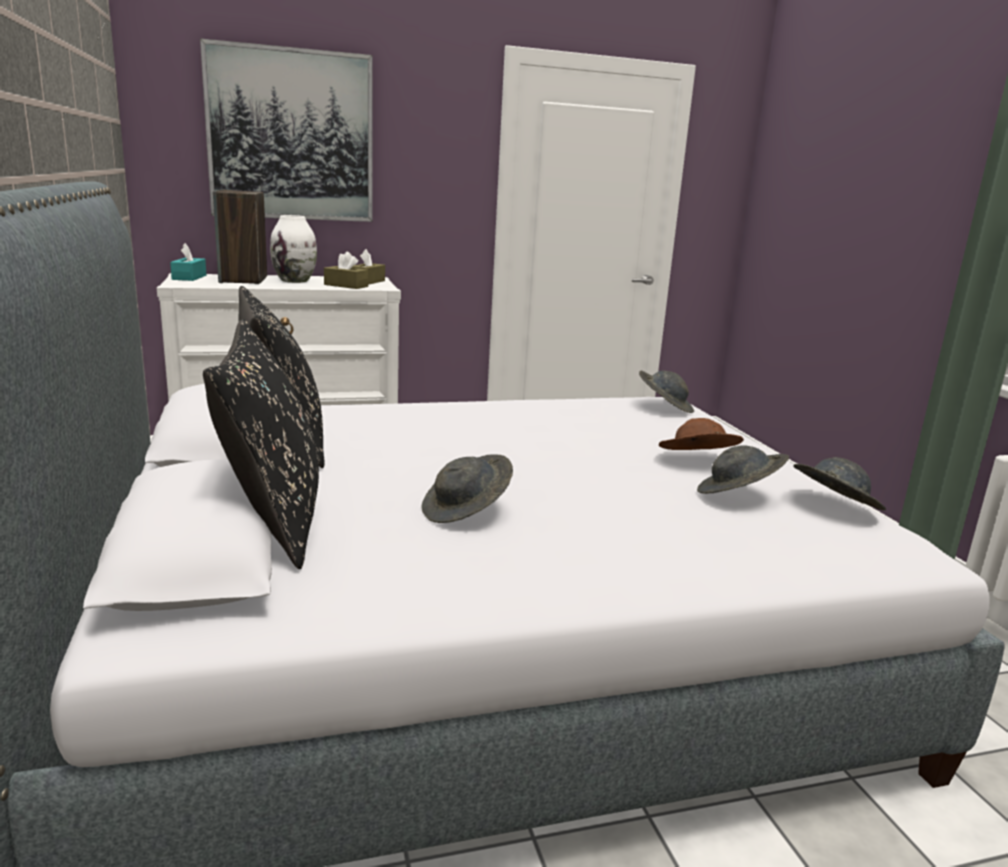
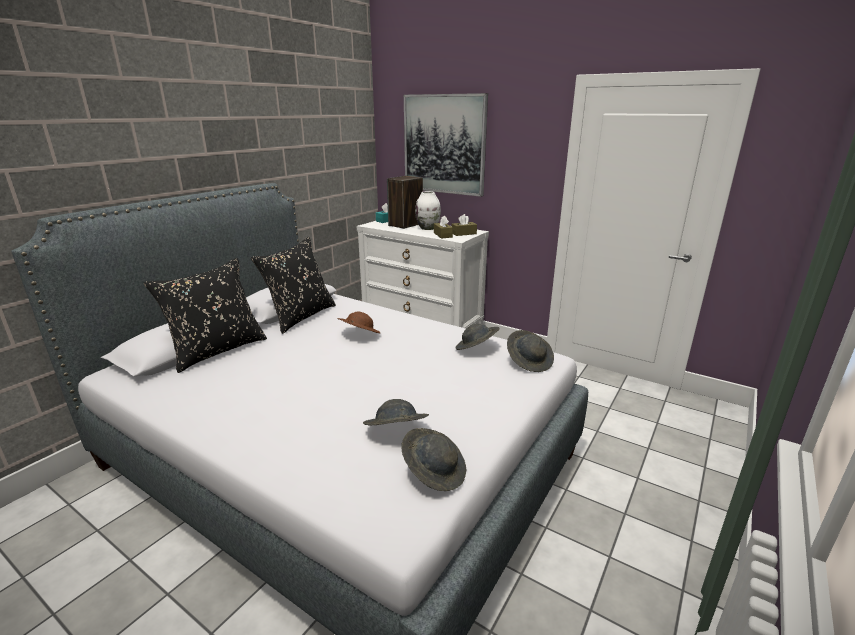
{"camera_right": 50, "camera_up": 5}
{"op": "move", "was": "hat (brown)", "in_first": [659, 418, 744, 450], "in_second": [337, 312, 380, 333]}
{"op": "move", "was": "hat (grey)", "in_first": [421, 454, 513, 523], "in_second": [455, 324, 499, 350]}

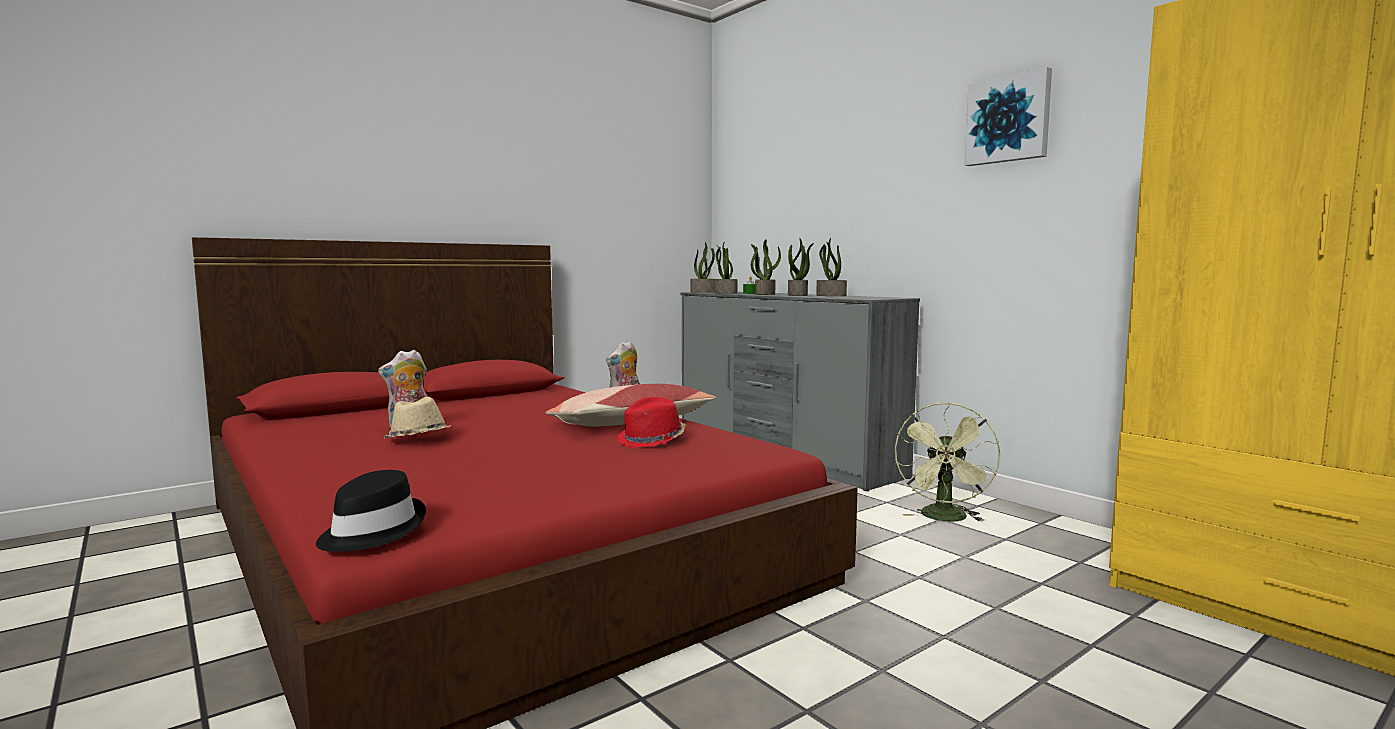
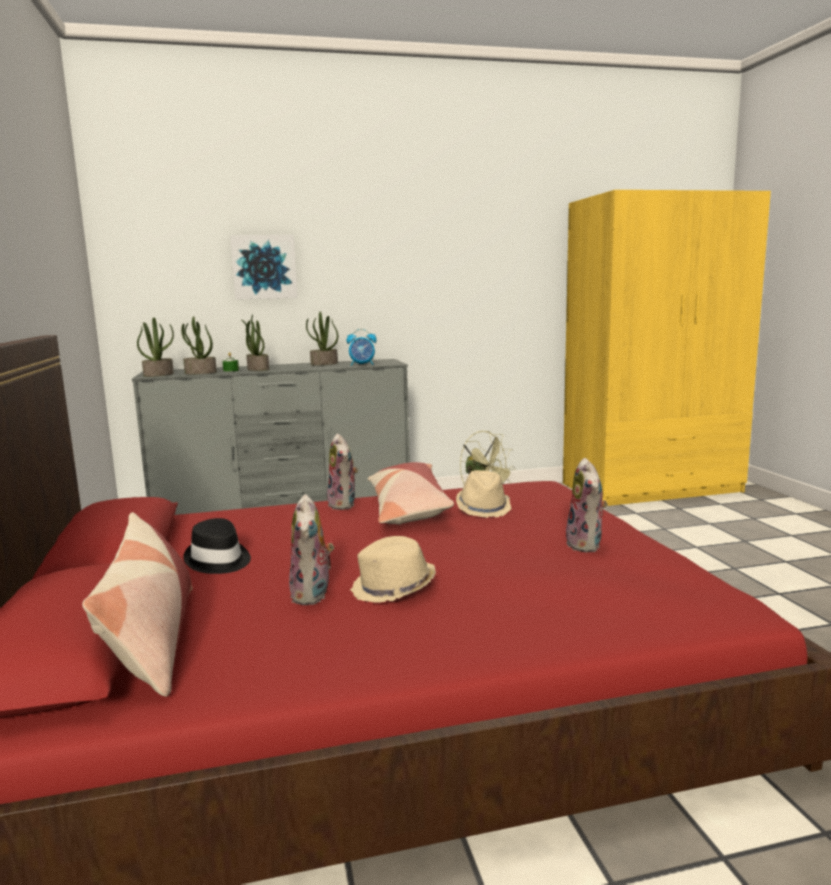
{"camera_right": -65, "camera_up": 5}
{"op": "insert", "now": "pillow", "in_second": [82, 512, 193, 697]}
{"op": "move", "was": "hat (black)", "in_first": [316, 470, 426, 552], "in_second": [183, 518, 251, 574]}
{"op": "move", "was": "picture", "in_first": [964, 67, 1052, 166], "in_second": [230, 235, 298, 299]}
{"op": "insert", "now": "alarm clock", "in_second": [347, 329, 377, 366]}
{"op": "recolor", "was": "hat (red)", "now": "hat (beige)", "in_first": [617, 397, 686, 448], "in_second": [456, 470, 512, 518]}
{"op": "insert", "now": "plush toy", "in_second": [566, 458, 608, 552]}
{"op": "delete", "was": "potted plant", "in_first": [788, 238, 814, 296]}

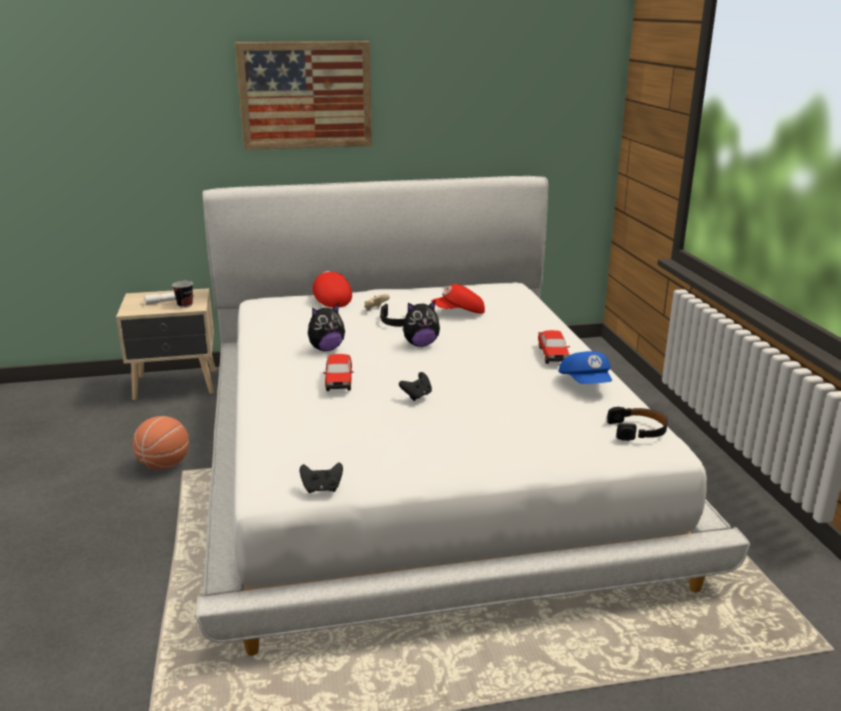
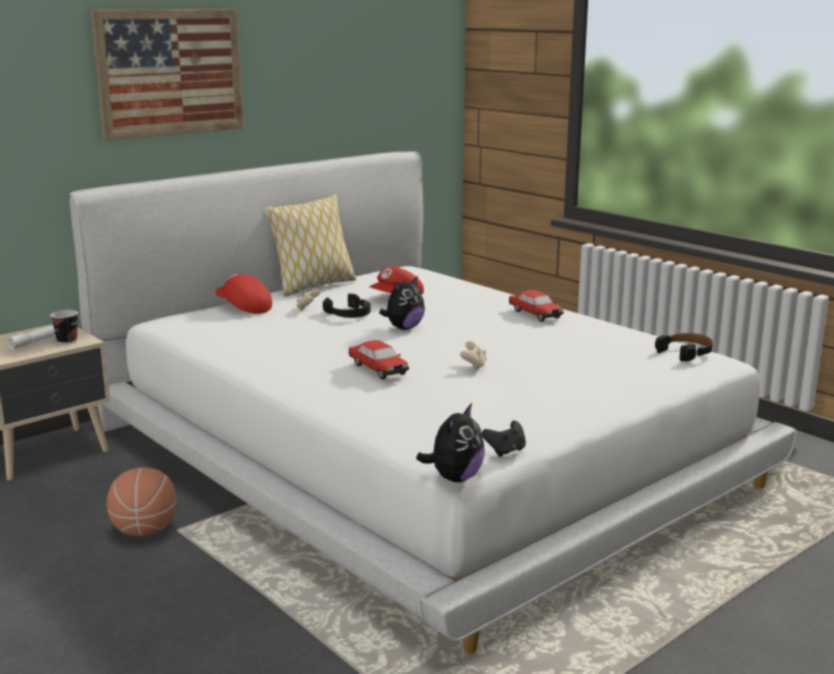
{"camera_right": -30, "camera_up": -5}
{"op": "insert", "now": "pillow", "in_second": [265, 194, 357, 296]}
{"op": "move", "was": "plush toy", "in_first": [308, 303, 345, 351], "in_second": [416, 403, 485, 482]}
{"op": "recolor", "was": "game controller (black)", "now": "game controller (beige)", "in_first": [399, 372, 432, 401], "in_second": [460, 341, 487, 370]}
{"op": "delete", "was": "cap (blue)", "in_first": [559, 351, 612, 384]}

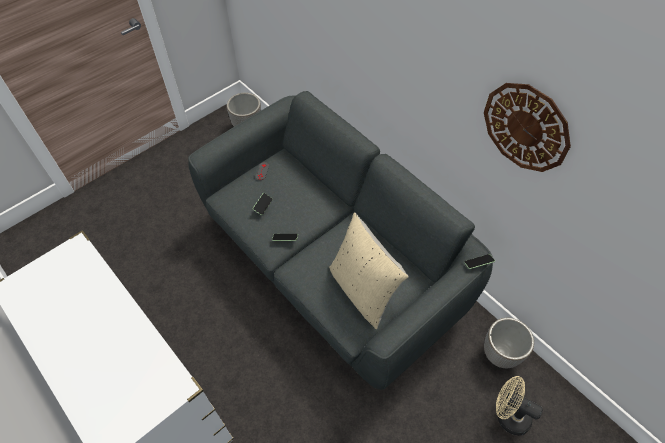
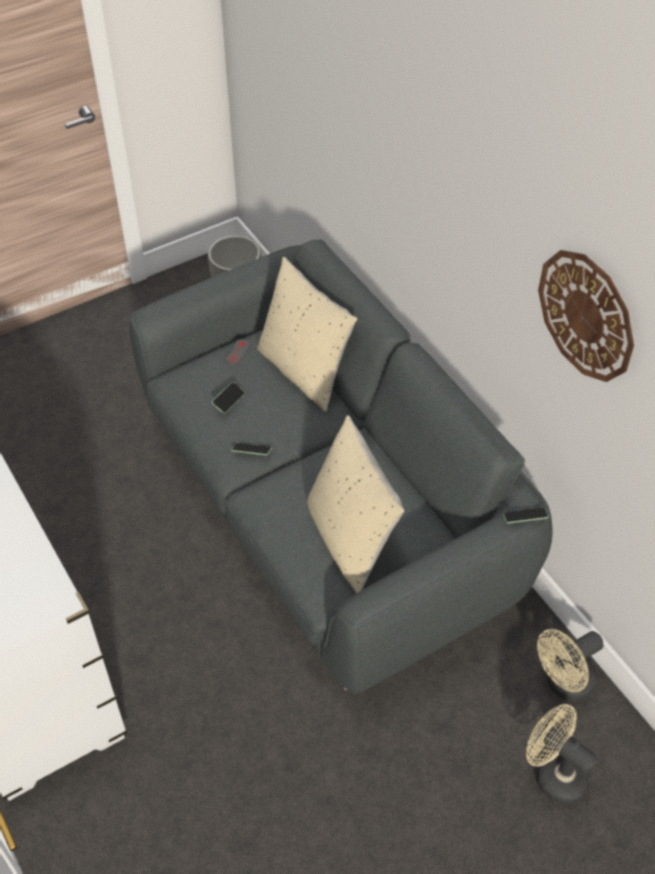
{"camera_right": 10, "camera_up": -5}
{"op": "insert", "now": "pillow (beige)", "in_second": [257, 257, 357, 412]}
{"op": "replace", "was": "planter", "now": "fan (beige)", "in_first": [484, 318, 534, 368], "in_second": [537, 629, 603, 702]}

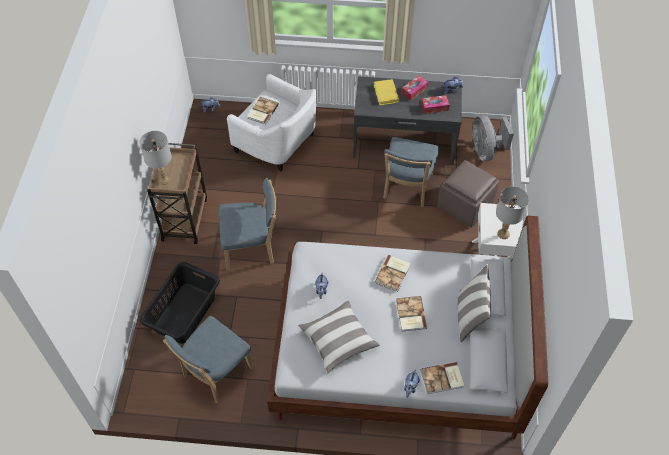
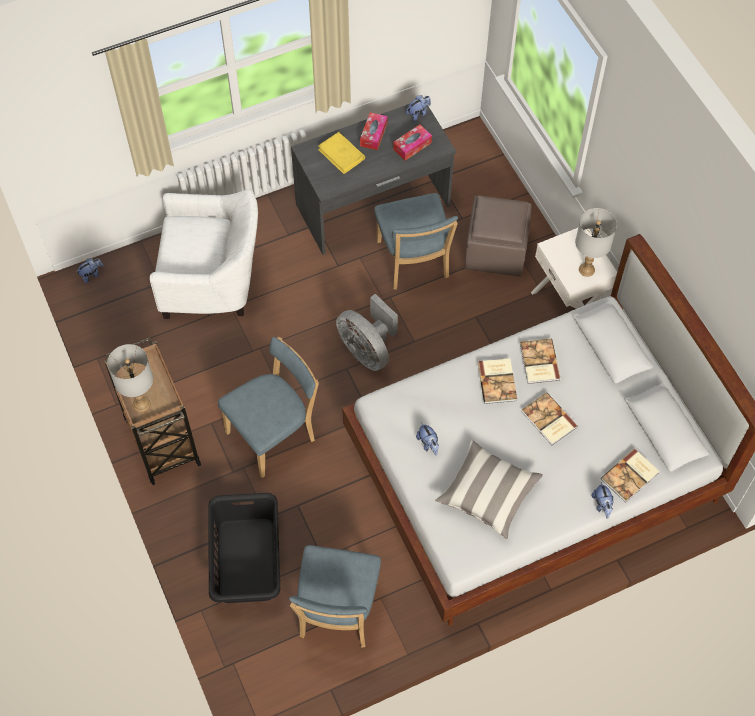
{"camera_right": -30, "camera_up": 5}
{"op": "move", "was": "fan (grey)", "in_first": [472, 115, 514, 161], "in_second": [336, 294, 398, 371]}
{"op": "move", "was": "book", "in_first": [247, 97, 279, 124], "in_second": [520, 339, 561, 384]}
{"op": "delete", "was": "pillow", "in_first": [458, 264, 491, 342]}

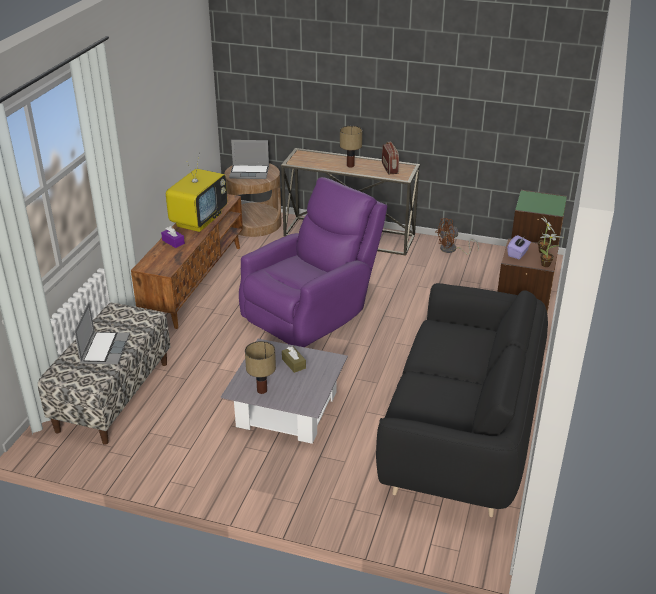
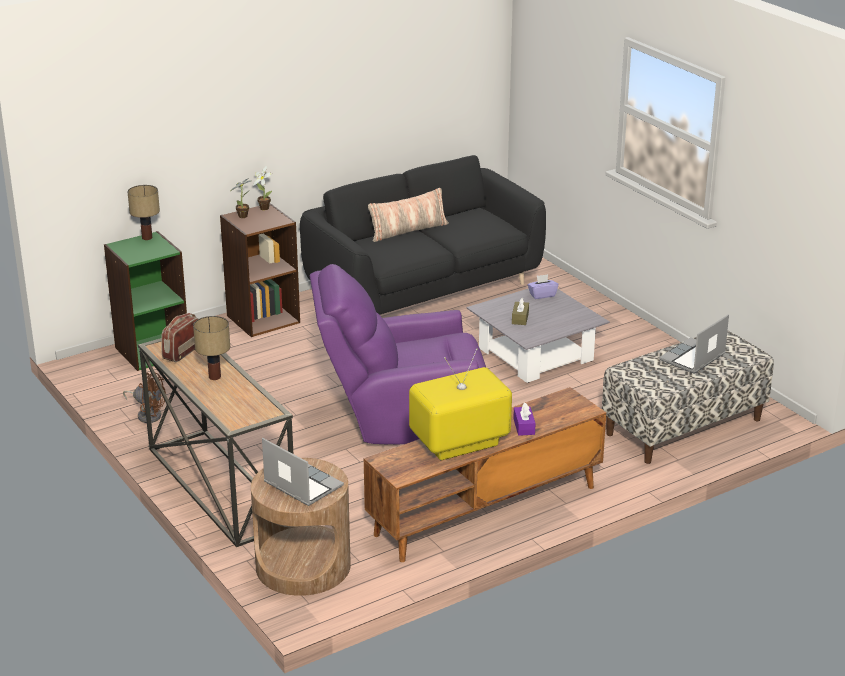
{"camera_right": -140, "camera_up": -5}
{"op": "move", "was": "table lamp", "in_first": [245, 341, 276, 394], "in_second": [128, 185, 160, 240]}
{"op": "insert", "now": "pillow", "in_second": [368, 188, 449, 242]}
{"op": "move", "was": "tissue box (purple)", "in_first": [507, 235, 531, 259], "in_second": [528, 274, 558, 299]}

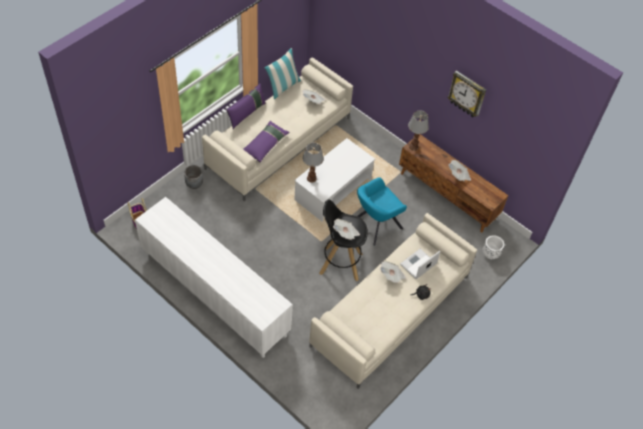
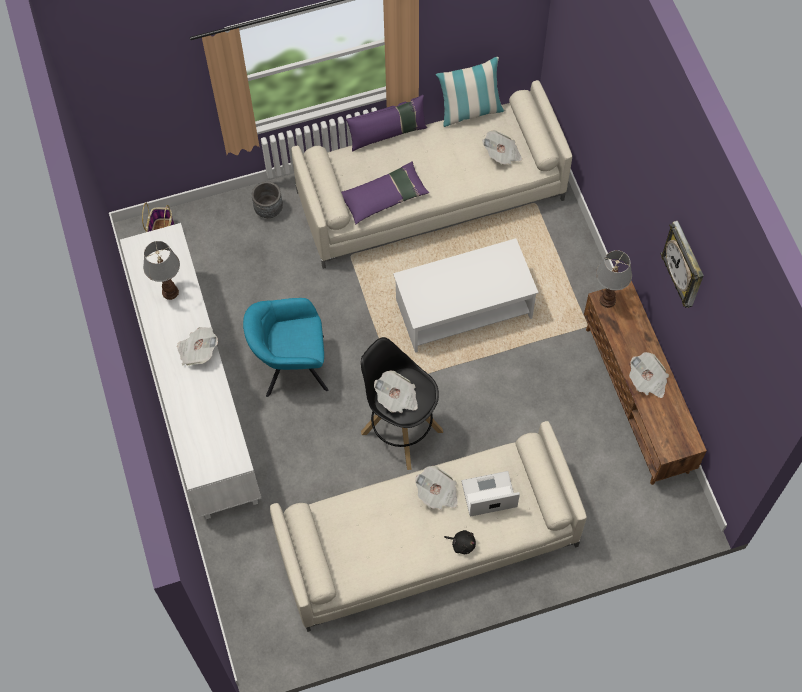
{"camera_right": 35, "camera_up": 10}
{"op": "move", "was": "table lamp", "in_first": [303, 142, 324, 183], "in_second": [143, 241, 180, 300]}
{"op": "insert", "now": "newspaper", "in_second": [177, 327, 218, 366]}
{"op": "move", "was": "armchair (turquoise)", "in_first": [357, 177, 407, 246], "in_second": [243, 298, 329, 397]}
{"op": "delete", "was": "planter (white)", "in_first": [483, 235, 504, 259]}

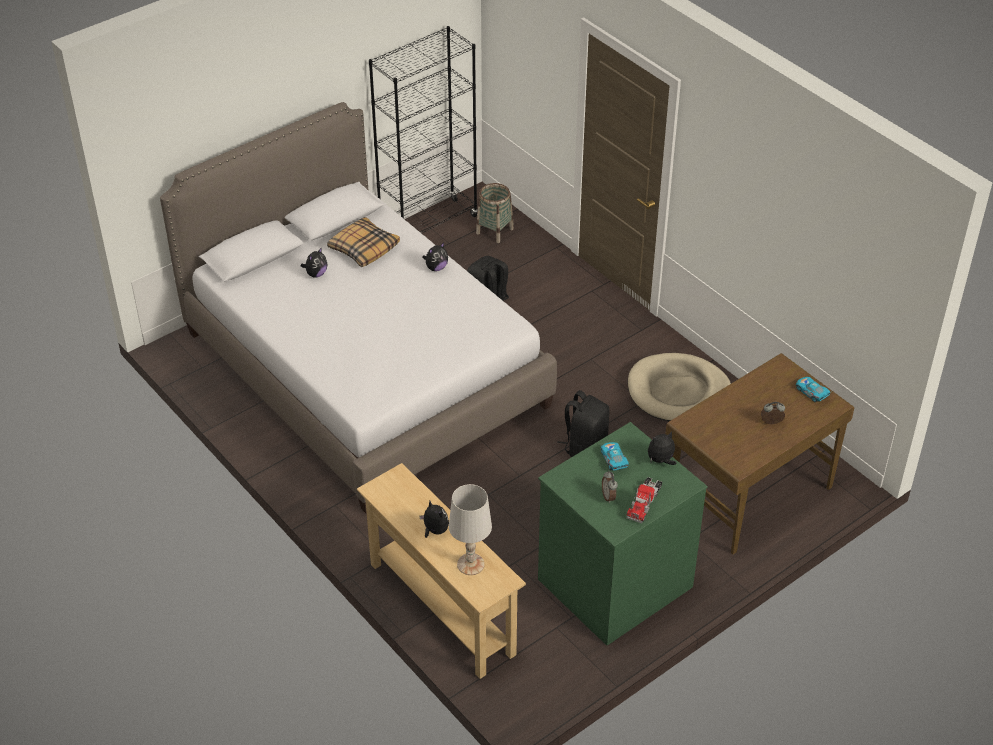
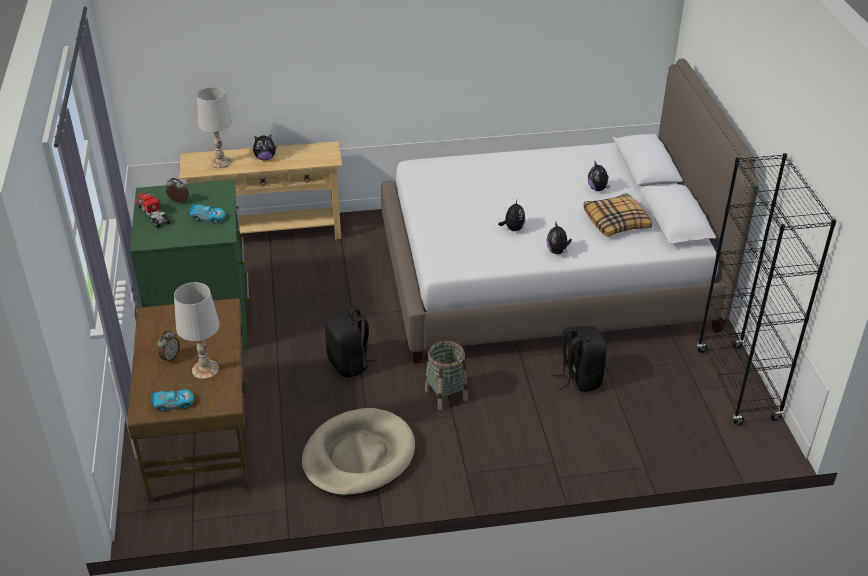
{"camera_right": 120, "camera_up": -5}
{"op": "insert", "now": "table lamp (white)", "in_second": [174, 282, 220, 379]}
{"op": "move", "was": "basket", "in_first": [476, 183, 514, 243], "in_second": [425, 340, 468, 410]}
{"op": "move", "was": "plush toy", "in_first": [648, 432, 676, 465], "in_second": [498, 201, 525, 231]}

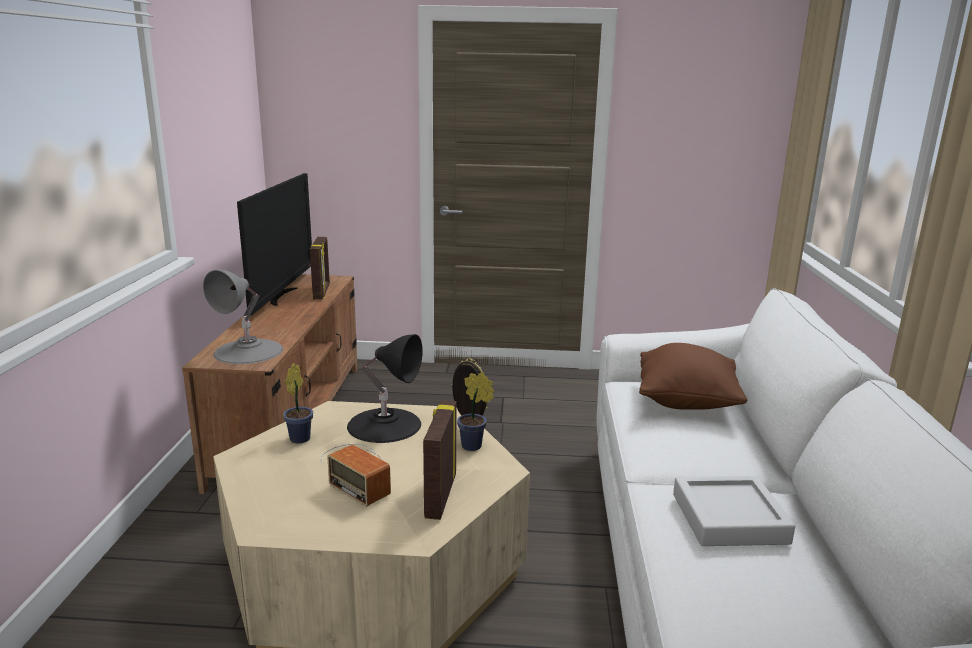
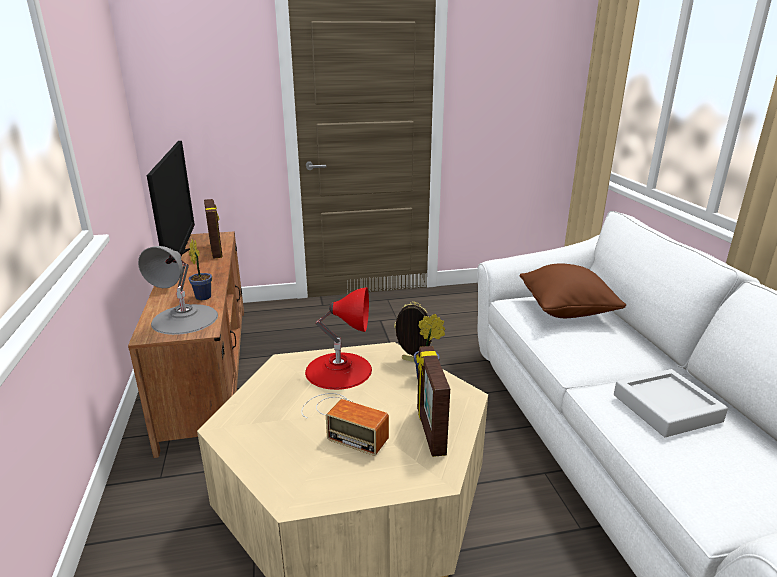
{"camera_right": -15, "camera_up": 5}
{"op": "move", "was": "potted plant", "in_first": [283, 363, 313, 443], "in_second": [189, 239, 212, 300]}
{"op": "recolor", "was": "table lamp (black)", "now": "table lamp (red)", "in_first": [347, 334, 423, 443], "in_second": [305, 287, 372, 390]}

